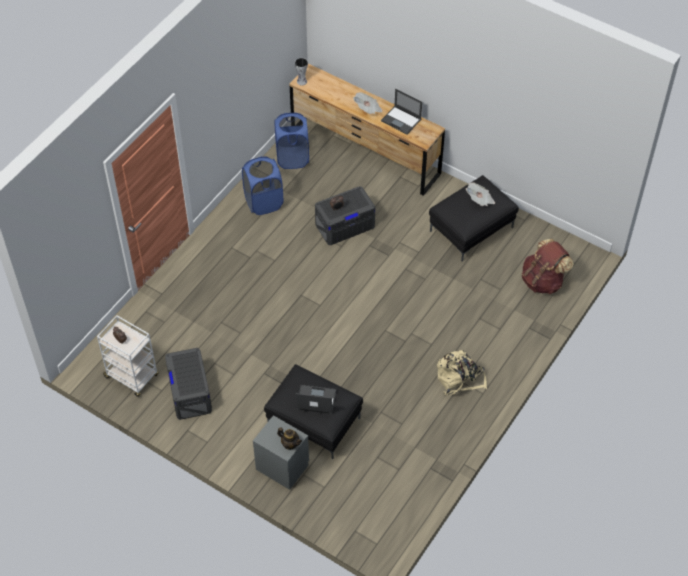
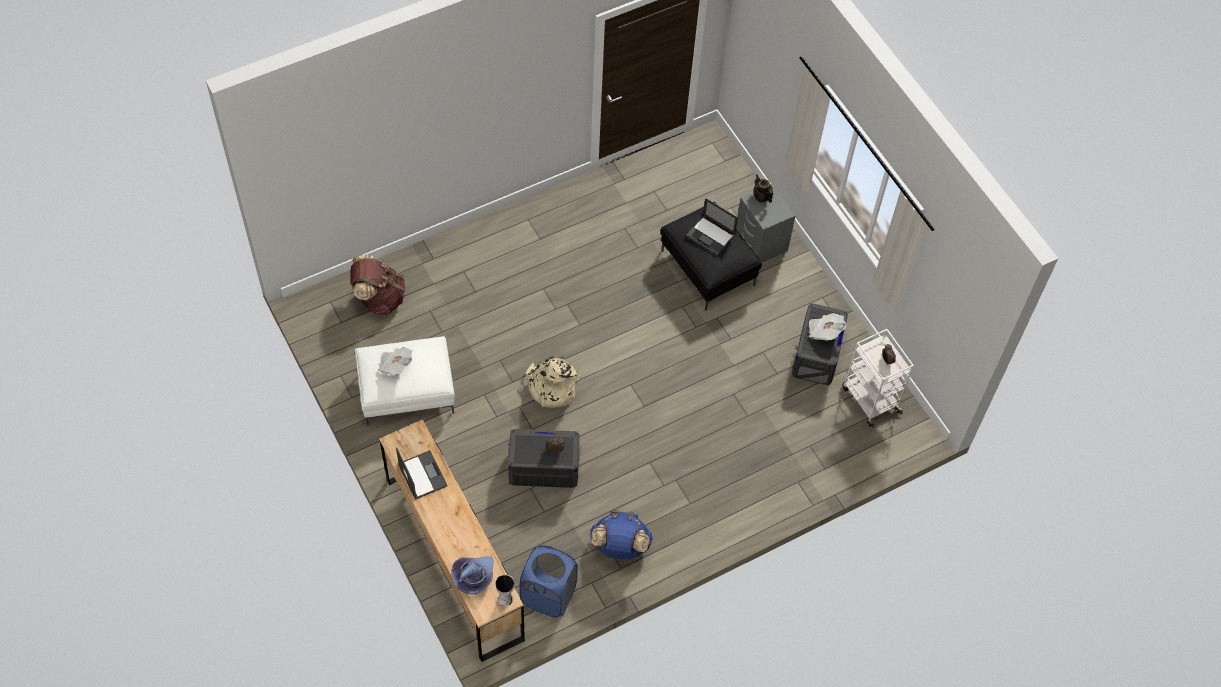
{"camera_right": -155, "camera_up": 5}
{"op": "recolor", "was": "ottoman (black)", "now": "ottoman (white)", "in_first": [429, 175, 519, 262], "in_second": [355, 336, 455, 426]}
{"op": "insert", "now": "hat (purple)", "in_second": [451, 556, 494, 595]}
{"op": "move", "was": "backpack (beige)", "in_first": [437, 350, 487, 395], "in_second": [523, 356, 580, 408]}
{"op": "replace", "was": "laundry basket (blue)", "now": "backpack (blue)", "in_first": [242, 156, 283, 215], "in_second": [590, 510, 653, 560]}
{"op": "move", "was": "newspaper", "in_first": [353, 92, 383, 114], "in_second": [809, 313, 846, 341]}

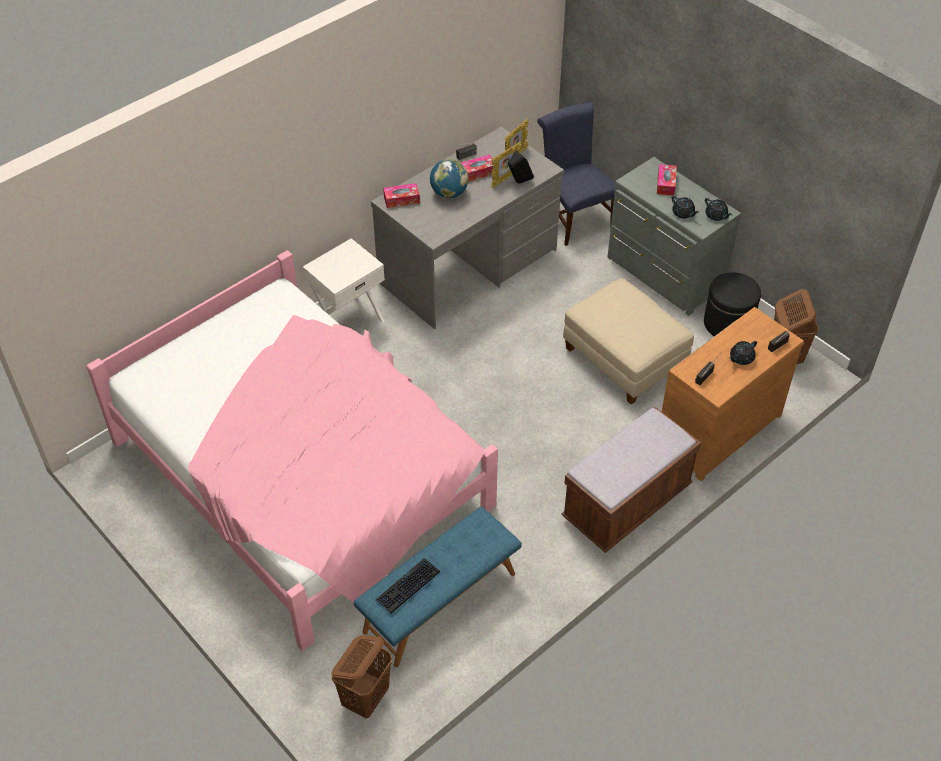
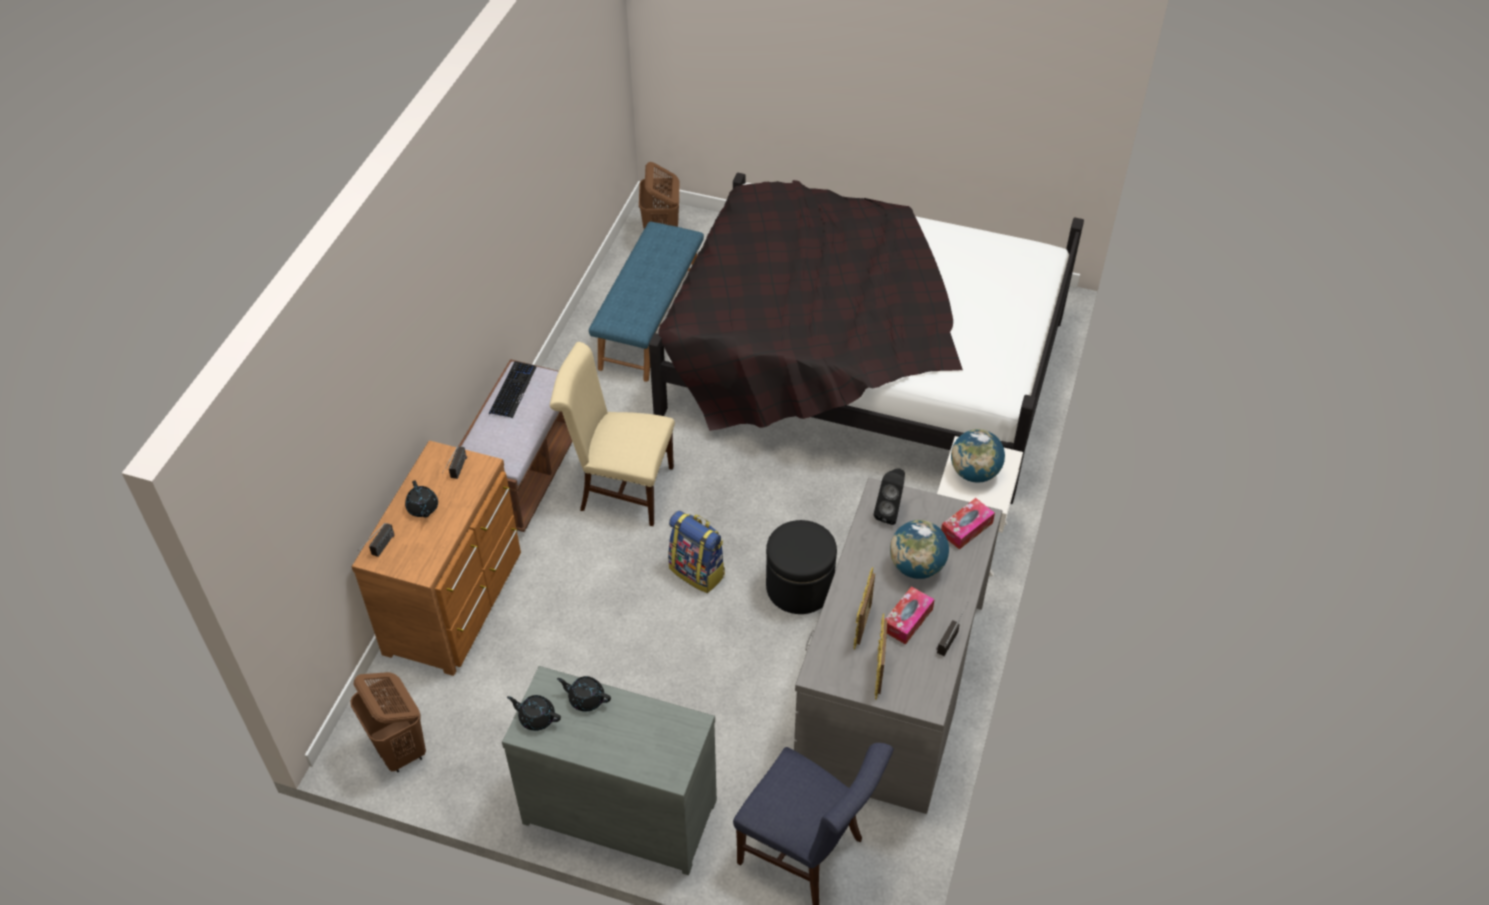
{"camera_right": 150, "camera_up": 0}
{"op": "rotate", "was": "teapot (black)", "in_first": [729, 341, 757, 365], "in_second": [405, 480, 438, 517], "clockwise": 135}
{"op": "move", "was": "keyboard", "in_first": [376, 558, 440, 613], "in_second": [489, 361, 537, 418]}
{"op": "insert", "now": "chair (beige)", "in_second": [550, 342, 675, 526]}
{"op": "recolor", "was": "bed (pink)", "now": "bed (black)", "in_first": [86, 250, 498, 651], "in_second": [649, 172, 1084, 504]}
{"op": "insert", "now": "backpack", "in_second": [668, 511, 725, 593]}
{"op": "move", "was": "ottoman (black)", "in_first": [704, 272, 761, 336], "in_second": [766, 520, 837, 614]}
{"op": "move", "was": "speaker (black)", "in_first": [508, 151, 534, 184], "in_second": [874, 468, 905, 525]}
{"op": "insert", "now": "globe", "in_second": [951, 429, 1005, 483]}
{"op": "delete", "was": "ottoman (beige)", "in_first": [563, 278, 694, 404]}
{"op": "delete", "was": "tissue box", "in_first": [657, 164, 677, 196]}

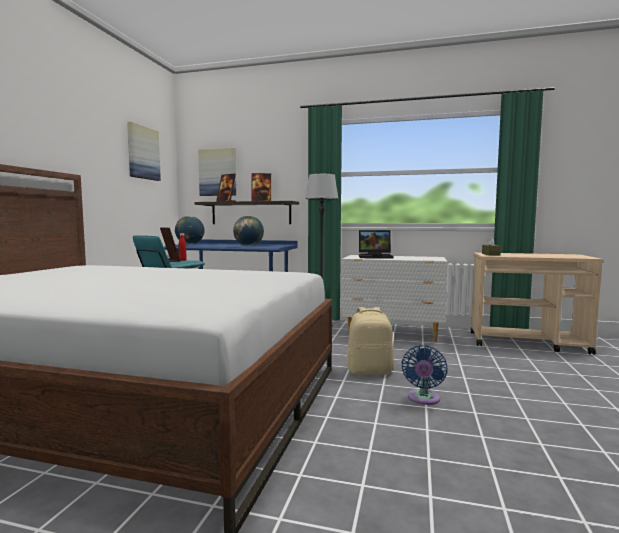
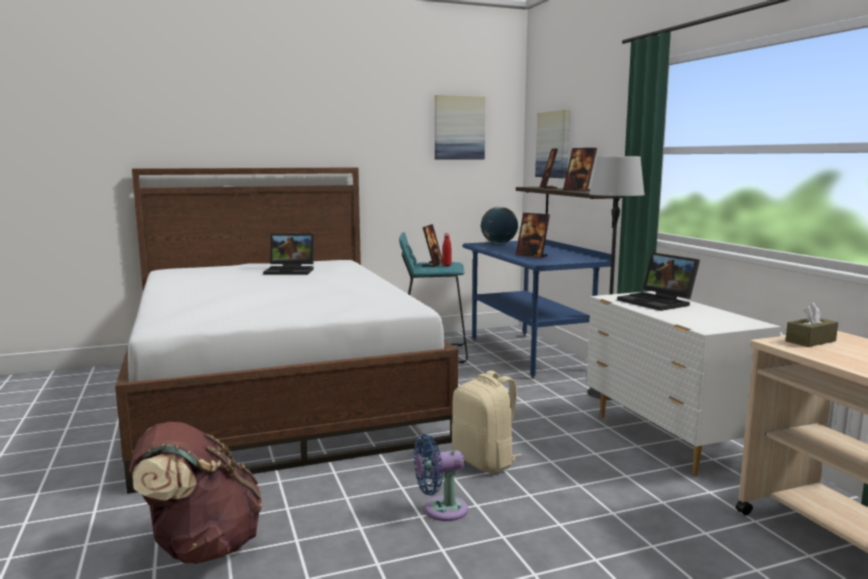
{"camera_right": 55, "camera_up": 5}
{"op": "insert", "now": "backpack (brown)", "in_second": [129, 422, 262, 564]}
{"op": "insert", "now": "laptop", "in_second": [263, 234, 314, 275]}
{"op": "replace", "was": "globe", "now": "picture frame", "in_first": [233, 216, 264, 246], "in_second": [516, 213, 550, 258]}

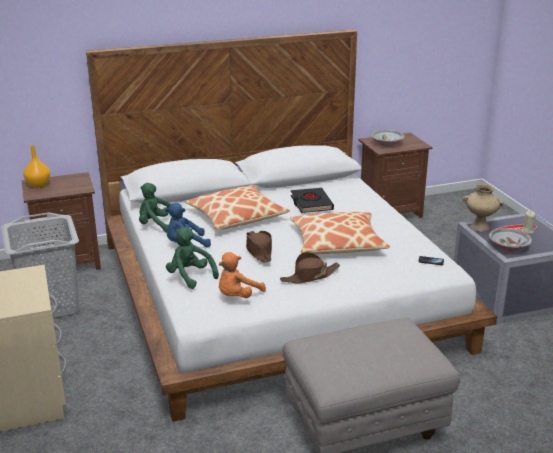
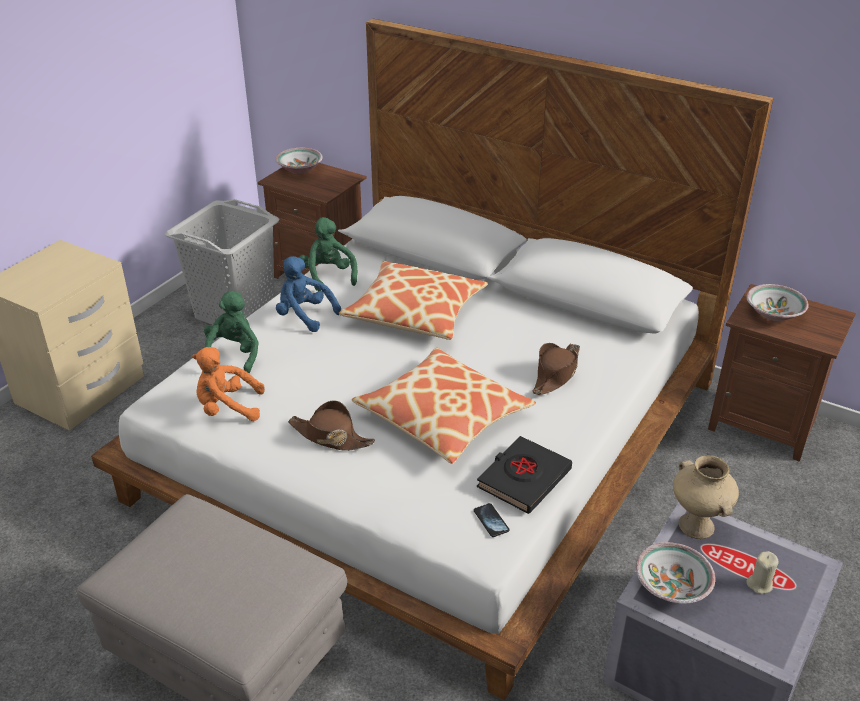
{"camera_right": 50, "camera_up": 10}
{"op": "replace", "was": "vase (orange)", "now": "bowl", "in_first": [23, 145, 50, 188], "in_second": [275, 148, 323, 174]}
{"op": "move", "was": "book (black)", "in_first": [291, 188, 334, 213], "in_second": [476, 436, 572, 514]}
{"op": "move", "was": "hat (brown)", "in_first": [246, 231, 272, 263], "in_second": [532, 343, 580, 395]}

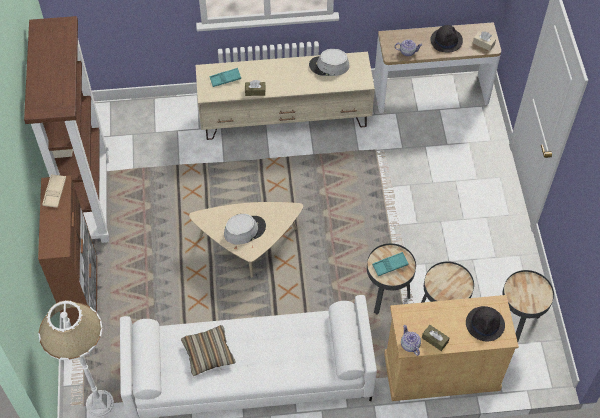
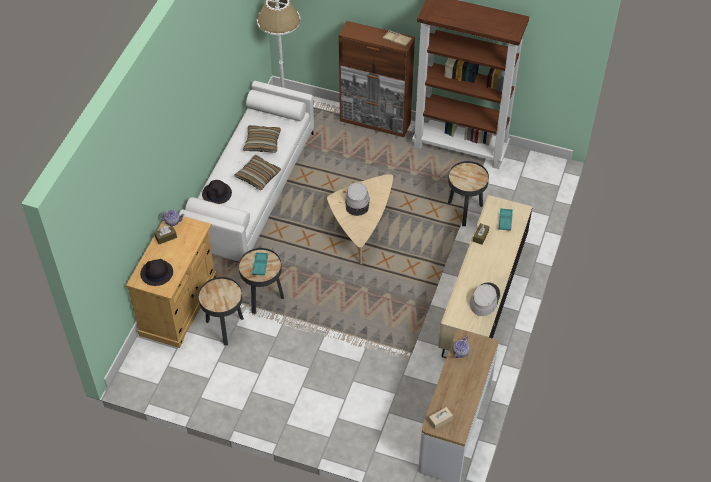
{"camera_right": 115, "camera_up": -5}
{"op": "move", "was": "hat (black)", "in_first": [430, 25, 463, 53], "in_second": [202, 180, 232, 204]}
{"op": "insert", "now": "pillow", "in_second": [234, 155, 281, 190]}
{"op": "move", "was": "side table (black)", "in_first": [502, 270, 554, 342], "in_second": [448, 161, 489, 226]}

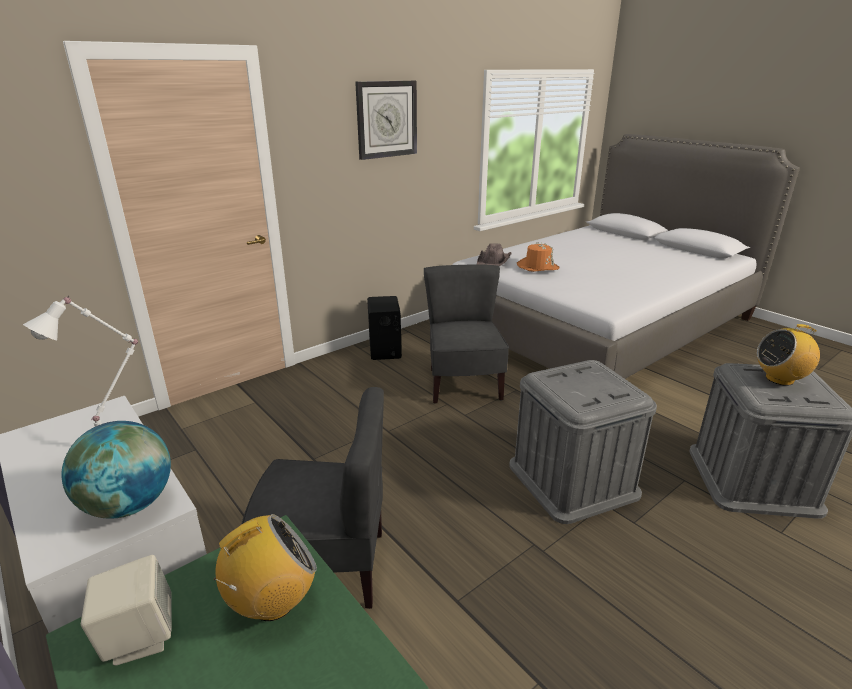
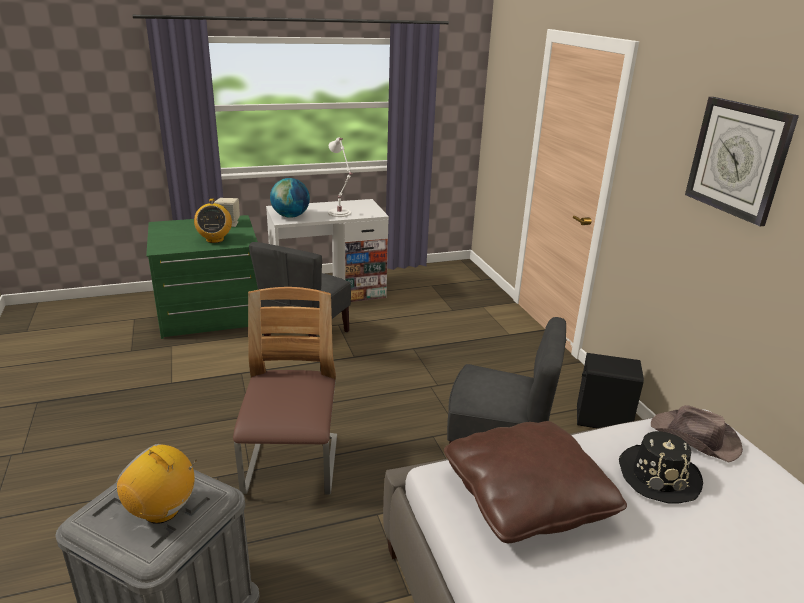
{"camera_right": 110, "camera_up": 0}
{"op": "rotate", "was": "radio", "in_first": [757, 324, 820, 386], "in_second": [116, 444, 197, 524], "clockwise": -75}
{"op": "replace", "was": "storage box (grey)", "now": "chair", "in_first": [509, 360, 657, 524], "in_second": [233, 287, 337, 494]}
{"op": "insert", "now": "pillow (brown)", "in_second": [444, 421, 627, 543]}
{"op": "recolor", "was": "hat (orange)", "now": "hat (black)", "in_first": [517, 242, 560, 272], "in_second": [619, 431, 703, 504]}

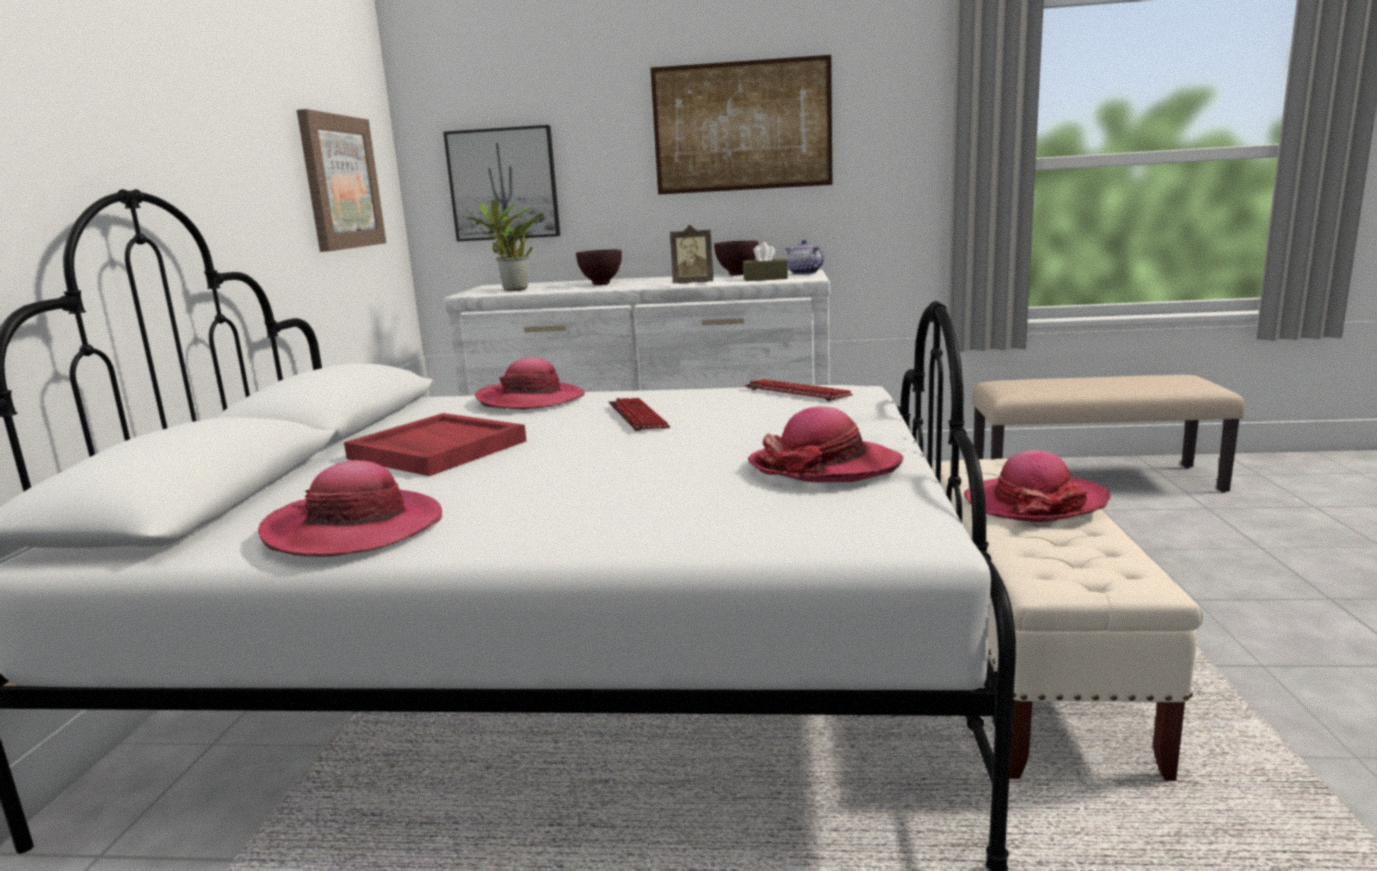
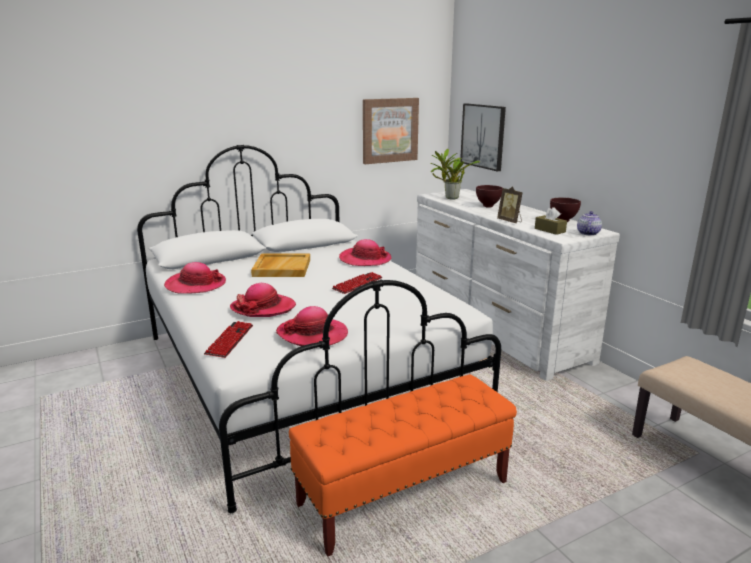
{"camera_right": 55, "camera_up": 5}
{"op": "move", "was": "keyboard", "in_first": [744, 379, 853, 401], "in_second": [204, 321, 253, 358]}
{"op": "move", "was": "hat", "in_first": [964, 450, 1111, 522], "in_second": [230, 283, 296, 317]}
{"op": "recolor", "was": "tray (red)", "now": "tray (beige)", "in_first": [344, 413, 526, 476], "in_second": [251, 254, 310, 277]}
{"op": "recolor", "was": "bench (beige)", "now": "bench (orange)", "in_first": [932, 459, 1203, 781], "in_second": [289, 374, 517, 556]}
{"op": "delete", "was": "picture", "in_first": [650, 55, 832, 195]}

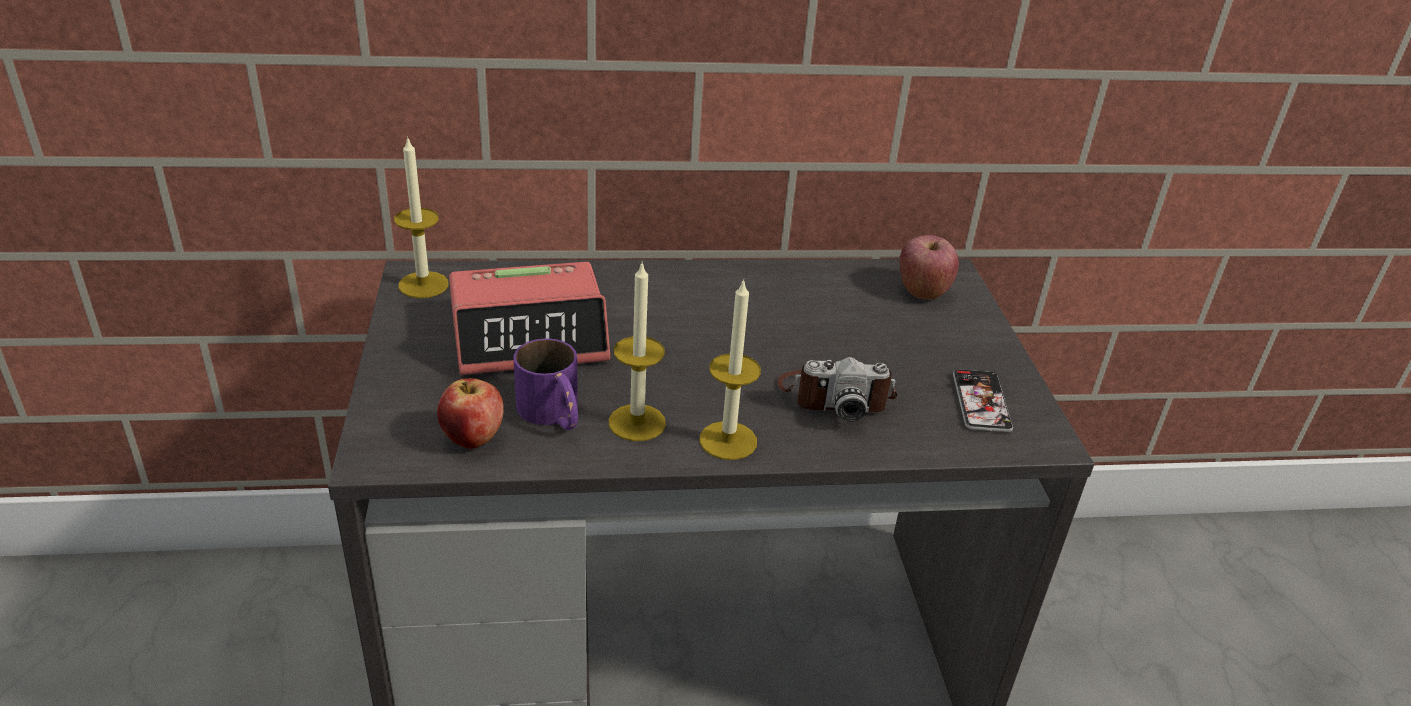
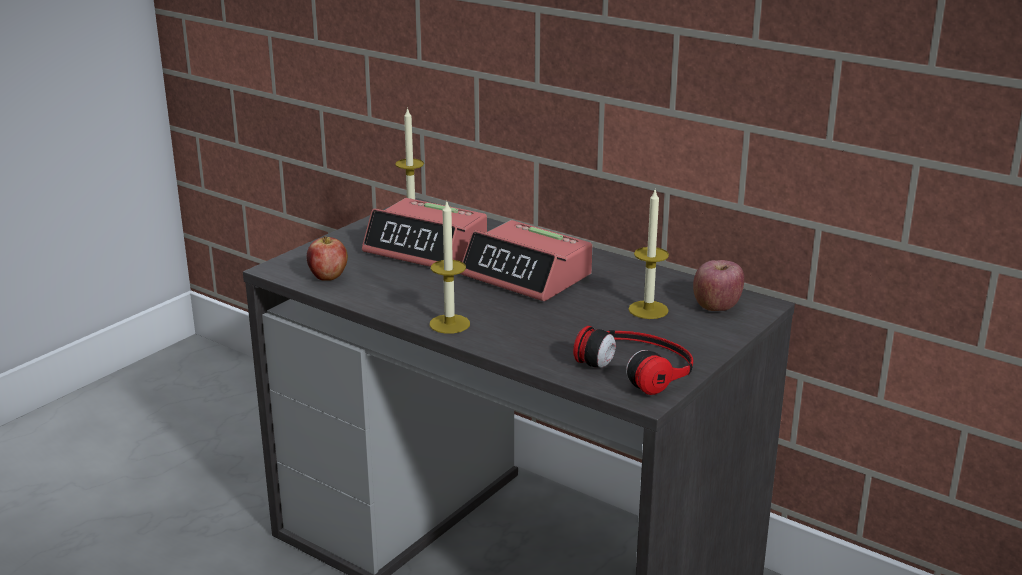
{"camera_right": 45, "camera_up": -10}
{"op": "insert", "now": "alarm clock", "in_second": [460, 220, 592, 301]}
{"op": "replace", "was": "phone", "now": "headphones", "in_first": [953, 369, 1013, 432], "in_second": [573, 326, 693, 395]}
{"op": "move", "was": "candle", "in_first": [609, 261, 666, 441], "in_second": [628, 190, 669, 319]}
{"op": "delete", "was": "mug (purple)", "in_first": [513, 338, 578, 430]}
{"op": "delete", "was": "photo camera", "in_first": [777, 357, 898, 422]}

